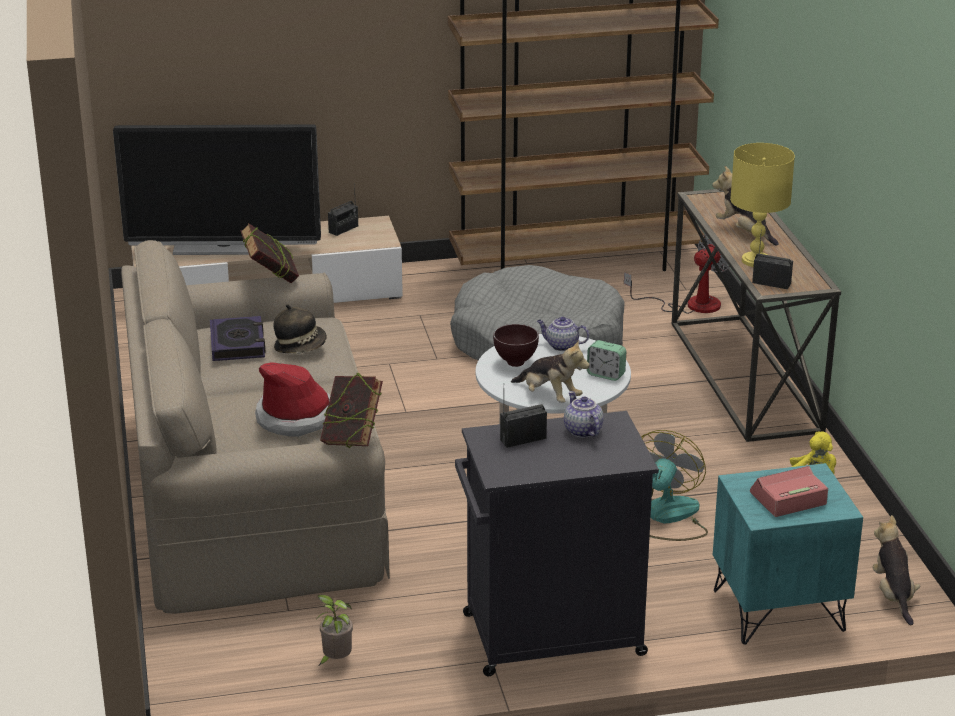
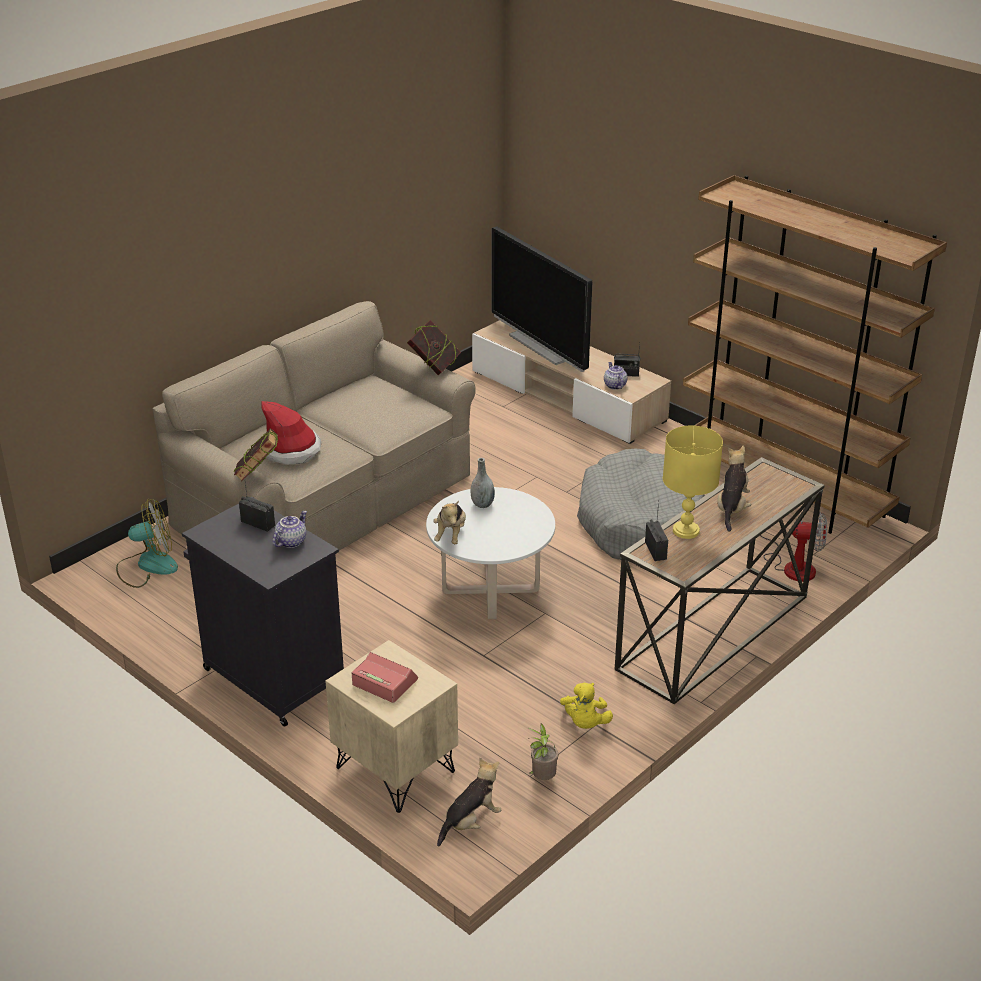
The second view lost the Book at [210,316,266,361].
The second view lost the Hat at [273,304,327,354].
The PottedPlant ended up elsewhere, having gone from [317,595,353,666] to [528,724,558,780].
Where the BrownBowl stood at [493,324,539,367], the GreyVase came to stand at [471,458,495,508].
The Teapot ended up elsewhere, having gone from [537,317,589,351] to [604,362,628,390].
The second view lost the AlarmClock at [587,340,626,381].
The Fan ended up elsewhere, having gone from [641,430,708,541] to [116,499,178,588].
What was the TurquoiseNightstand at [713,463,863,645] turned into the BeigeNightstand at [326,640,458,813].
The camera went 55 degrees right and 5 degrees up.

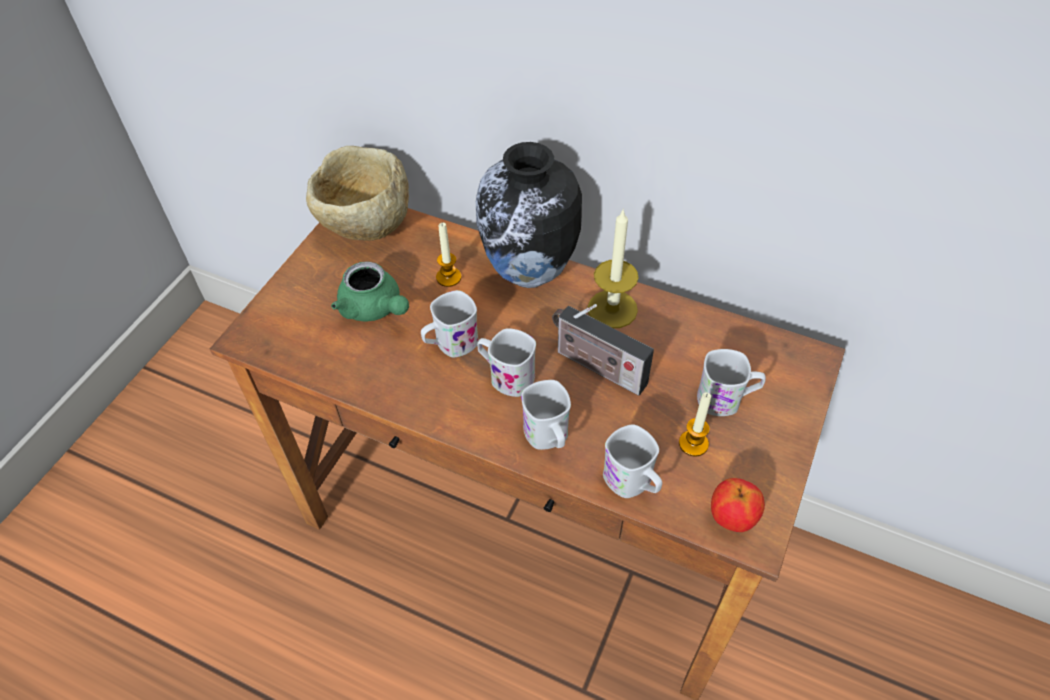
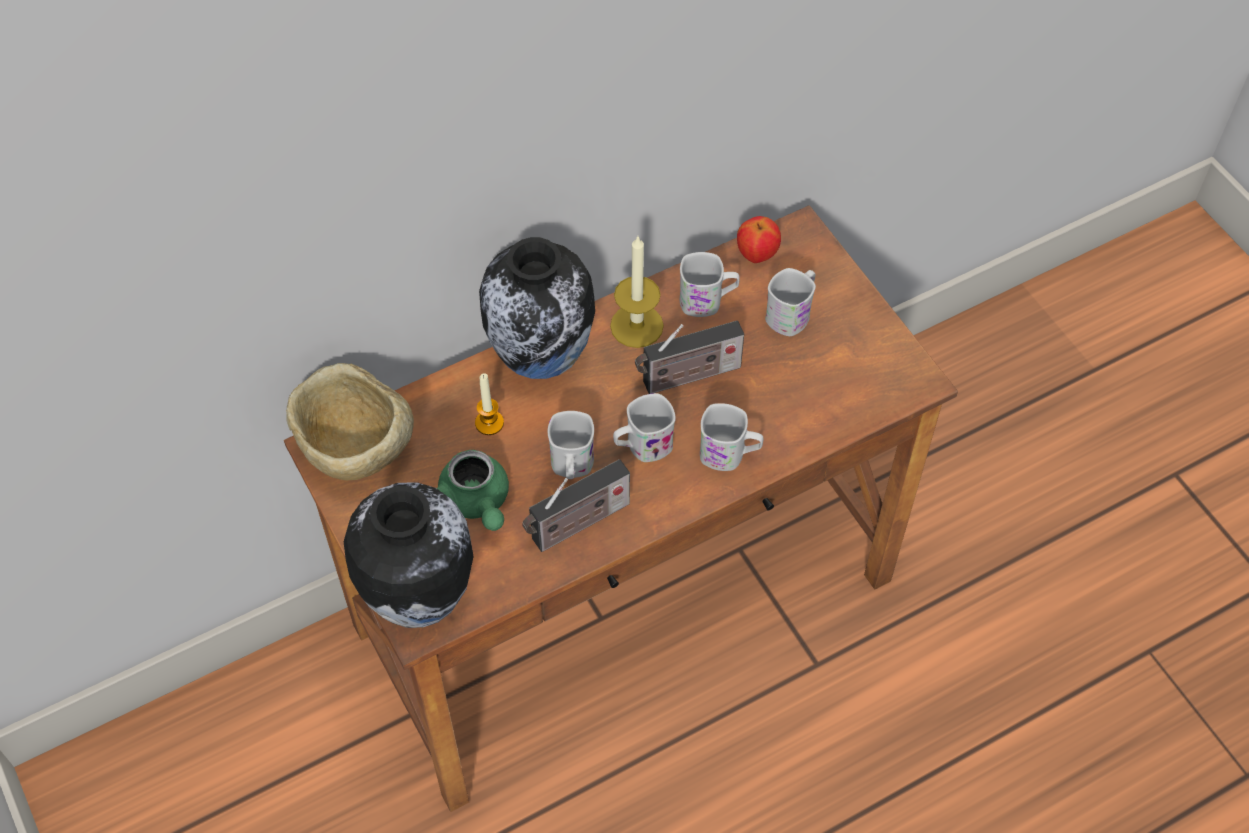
The GreenTeapot at [331,261,409,322] ended up facing another way, 75 degrees clockwise from before.
The WhiteMug ended up elsewhere, having gone from [603,424,662,498] to [680,252,740,317].
The second view lost the Candle at [679,393,711,456].
The Apple ended up elsewhere, having gone from [711,478,765,532] to [737,216,781,263].
The second view gained the Vase at [344,482,474,628].
The second view gained the Radio at [522,459,630,552].
The camera went 55 degrees left and 5 degrees up.

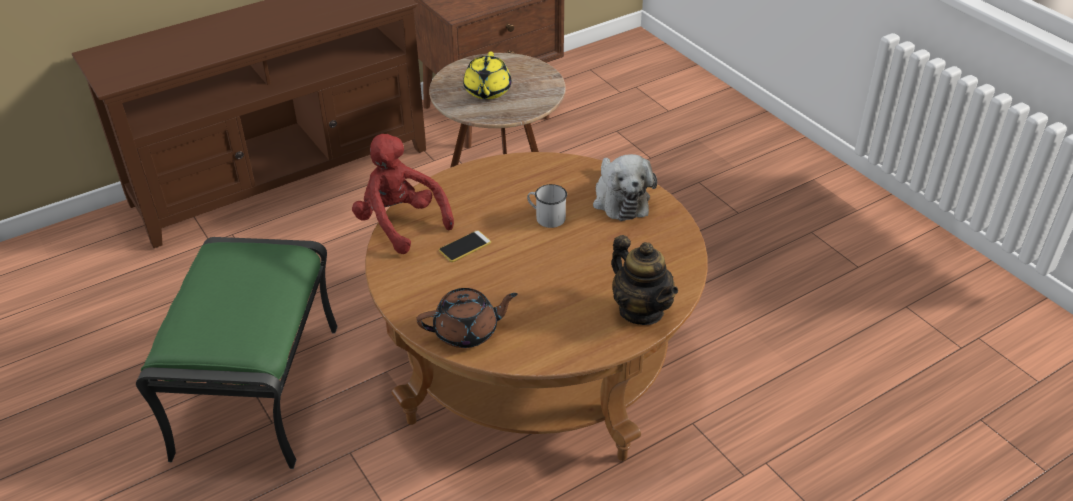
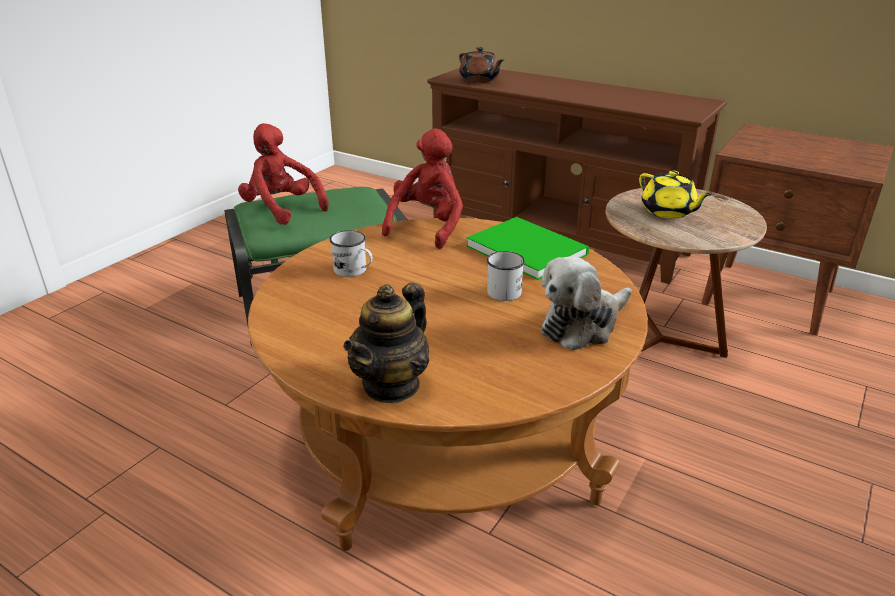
The BrownTeapot ended up elsewhere, having gone from [416,288,518,348] to [459,47,504,83].
The second view lost the Phone at [439,230,491,262].
The YellowTeapot at [463,52,511,99] ended up facing another way, 105 degrees counterclockwise from before.
The second view gained the RedPlushToy at [238,123,329,225].
The second view gained the WhiteMug at [329,230,373,277].
The second view gained the GreenBook at [466,217,589,280].
The camera went 65 degrees right and 10 degrees down.

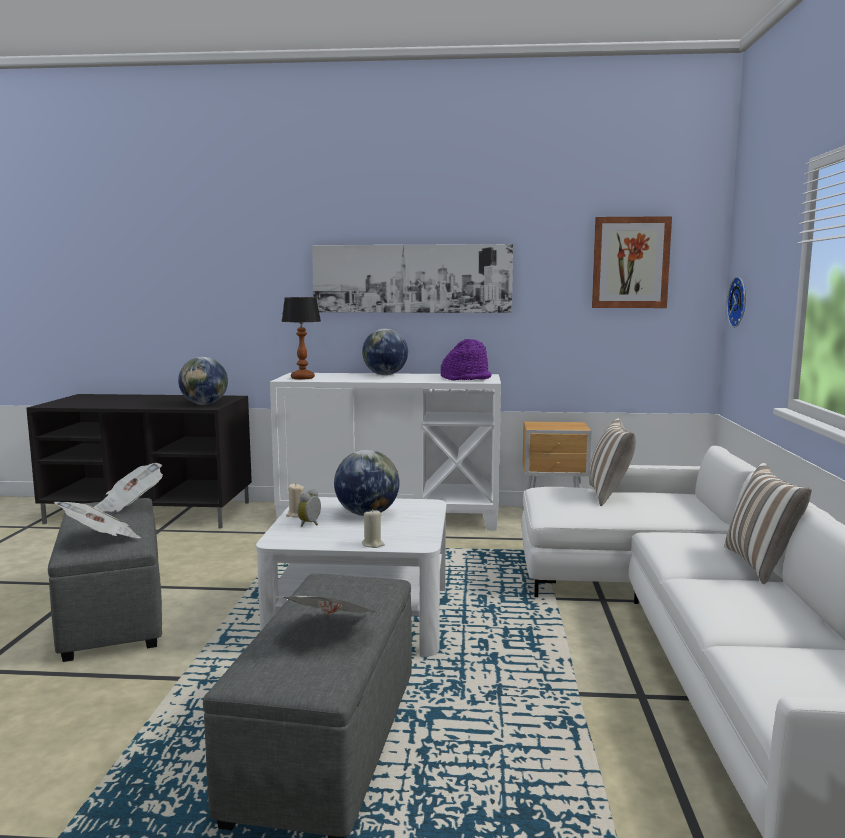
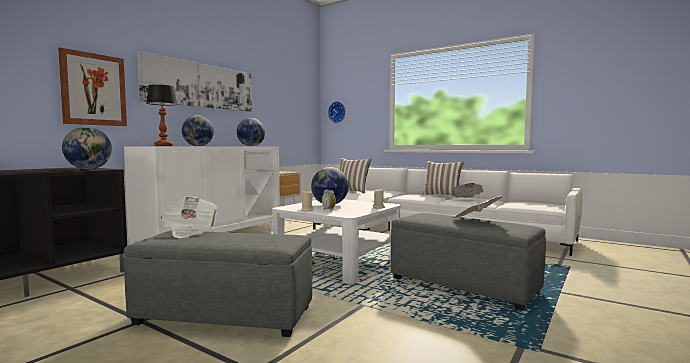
The Newspaper ended up elsewhere, having gone from [54,502,141,538] to [452,183,483,198].
Where the PurpleHat stood at [441,339,492,381], the Globe came to stand at [237,118,265,146].
The Picture ended up elsewhere, having gone from [592,216,672,308] to [58,48,127,126].
The camera went 60 degrees left and 5 degrees down.

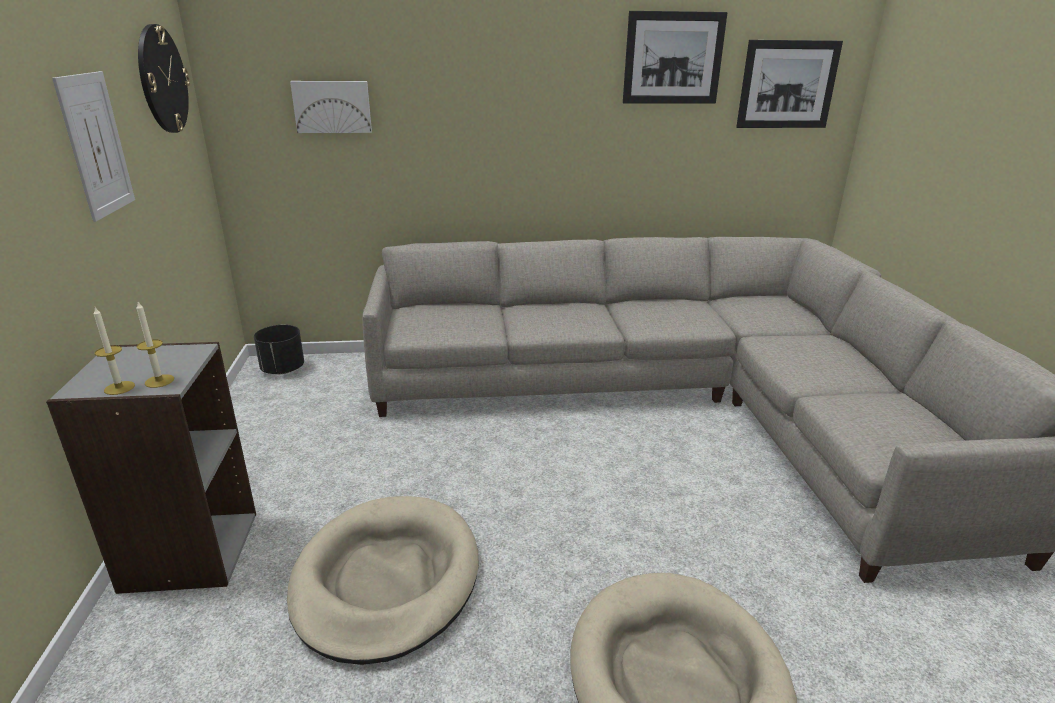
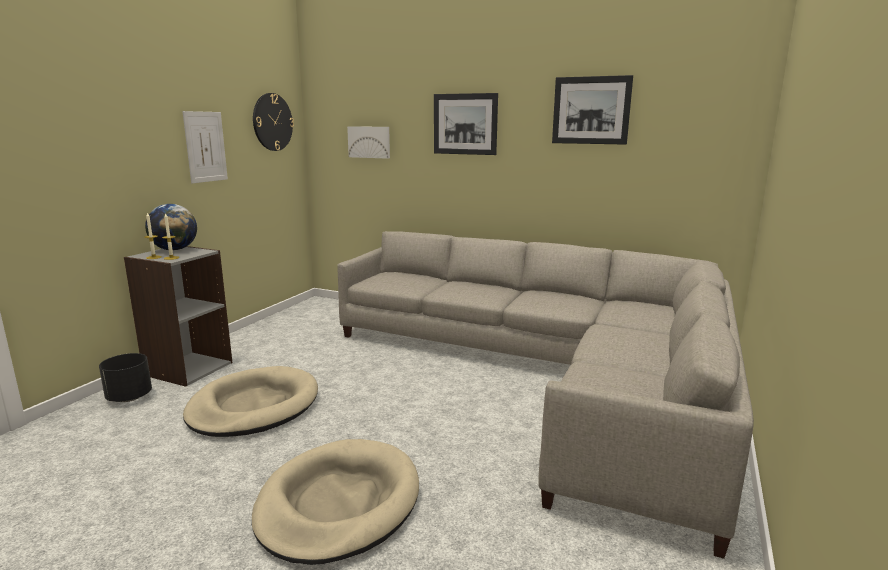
The BlackPlanter ended up elsewhere, having gone from [254,325,304,374] to [99,353,152,402].
The Picture ended up elsewhere, having gone from [736,40,843,128] to [434,93,498,155].
The second view gained the Globe at [145,204,197,250].
The camera went 30 degrees right and 10 degrees down.

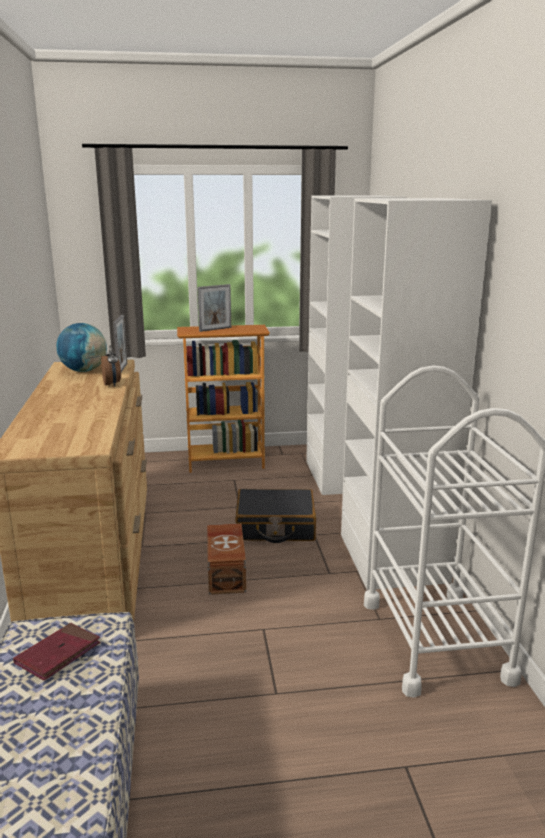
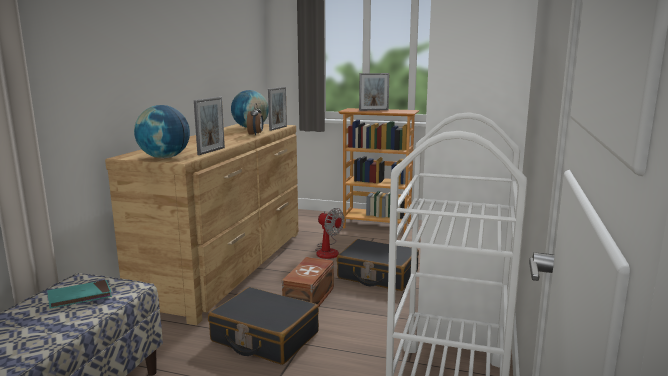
What was the RedBook at [13,623,101,681] turned into the TurquoiseBook at [47,280,112,309].
The second view gained the Globe at [134,105,190,158].
The second view gained the PictureFrame at [194,97,225,155].
The second view gained the BlackSuitcase at [208,287,319,365].
The second view gained the Fan at [315,208,345,259].
The camera went 25 degrees right and 5 degrees down.

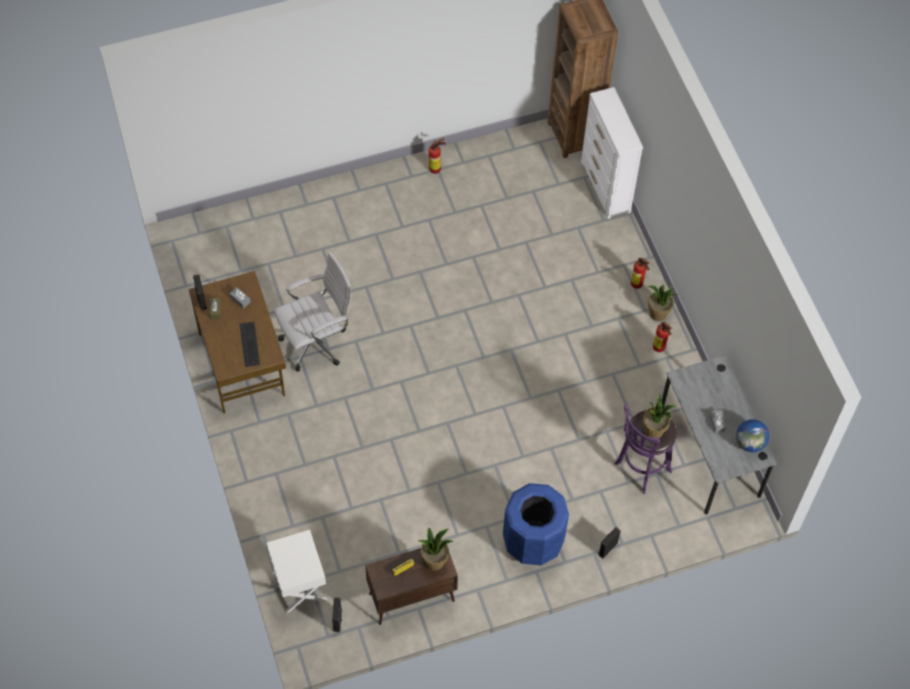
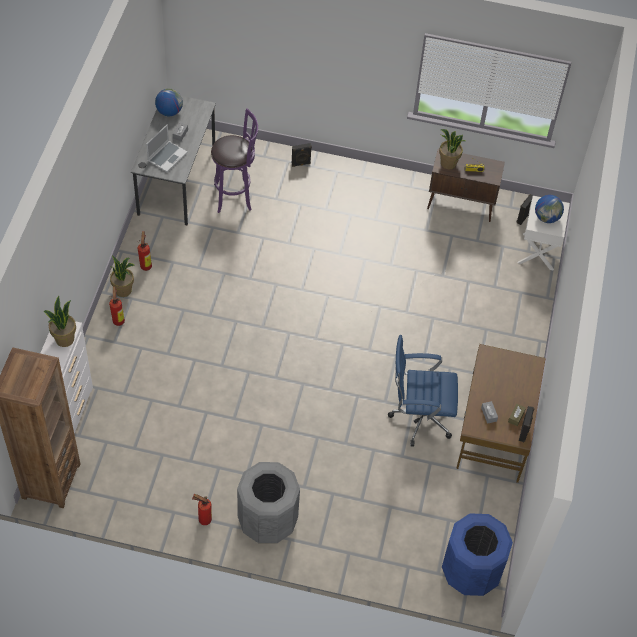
The second view lost the Keyboard at [239,322,260,367].
What was the WhiteOfficeChair at [274,252,352,371] turned into the BlueOfficeChair at [388,335,458,447].
The BlueTrashCan ended up elsewhere, having gone from [503,483,569,565] to [442,513,513,596].
The PottedPlant ended up elsewhere, having gone from [642,393,676,439] to [44,296,76,347].
The second view gained the Laptop at [146,124,187,172].
The second view gained the GreyTrashCan at [237,462,300,543].
The second view gained the Globe at [535,195,564,223].
The camera went 150 degrees left and 5 degrees down.

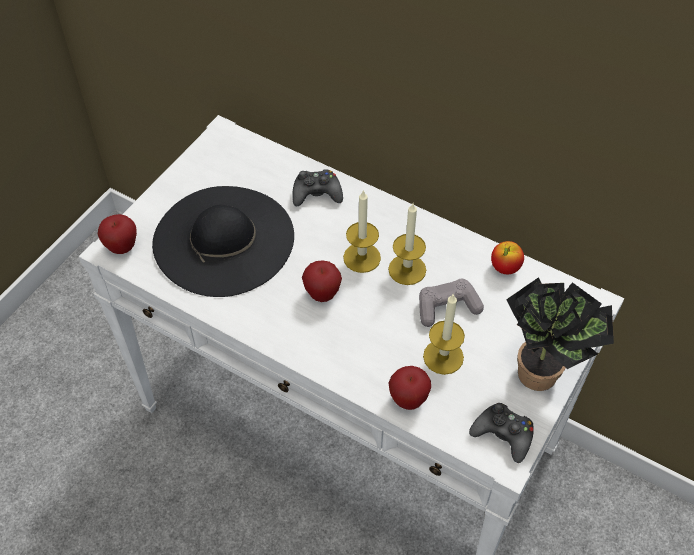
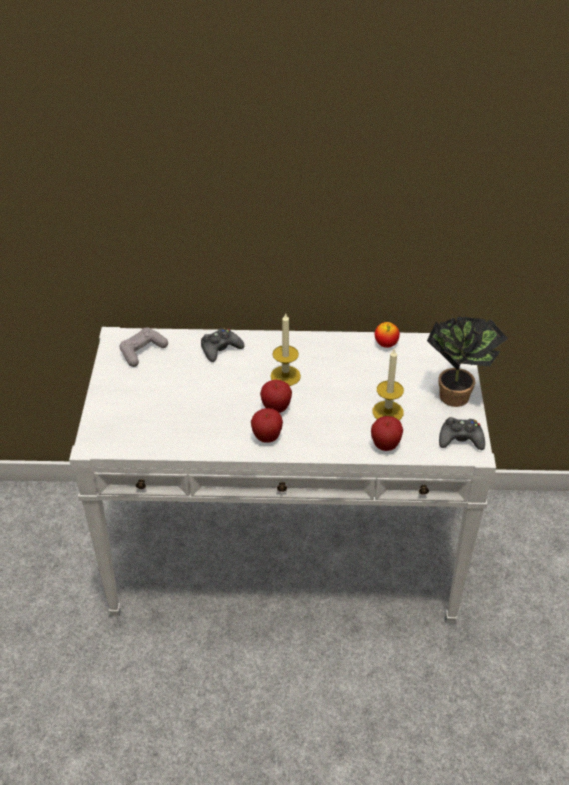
The Apple ended up elsewhere, having gone from [98,214,137,254] to [251,408,283,443].
The second view lost the BlackHat at [152,186,294,297].
The second view lost the Candle at [388,203,426,285].
The GreyGameController ended up elsewhere, having gone from [419,279,484,327] to [119,328,168,367].
The camera went 30 degrees left and 10 degrees down.

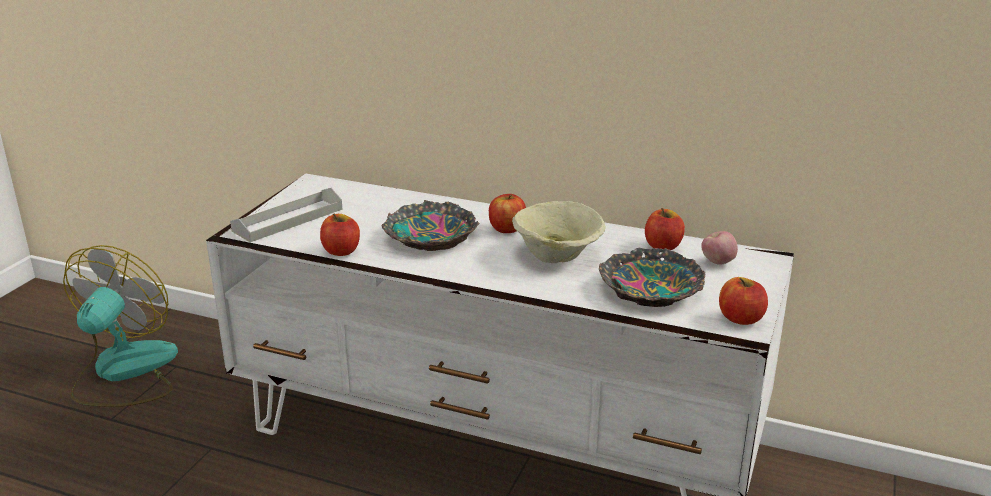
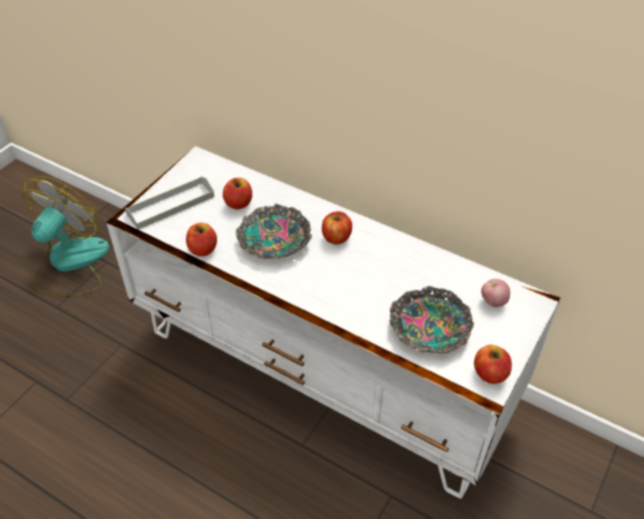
The second view lost the BeigeBowl at [512,201,606,263].
The Apple ended up elsewhere, having gone from [645,208,685,250] to [223,178,252,209].
The camera went 10 degrees right and 20 degrees up.

